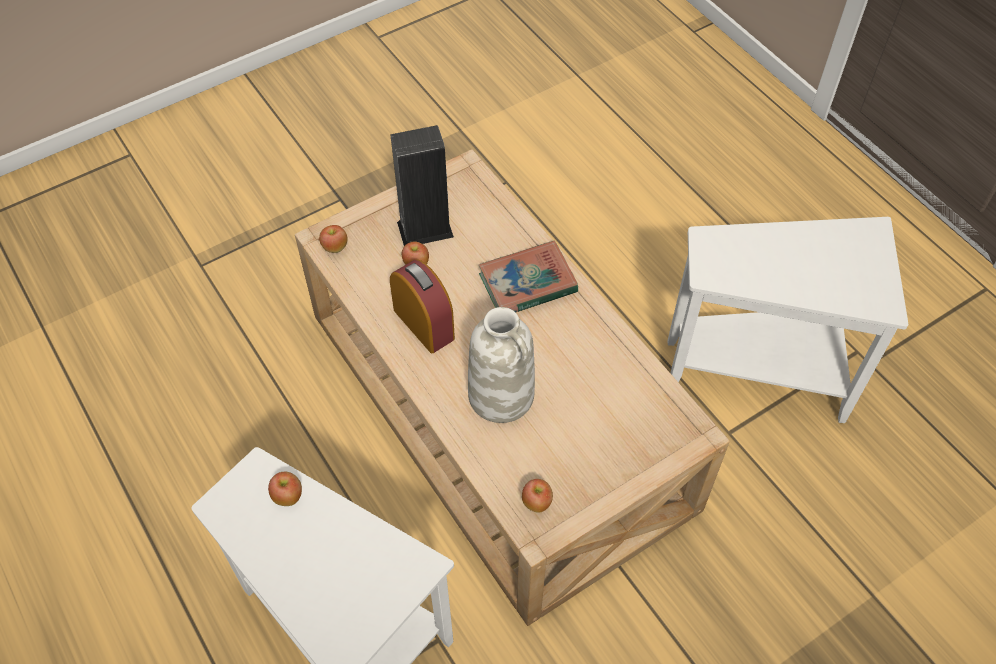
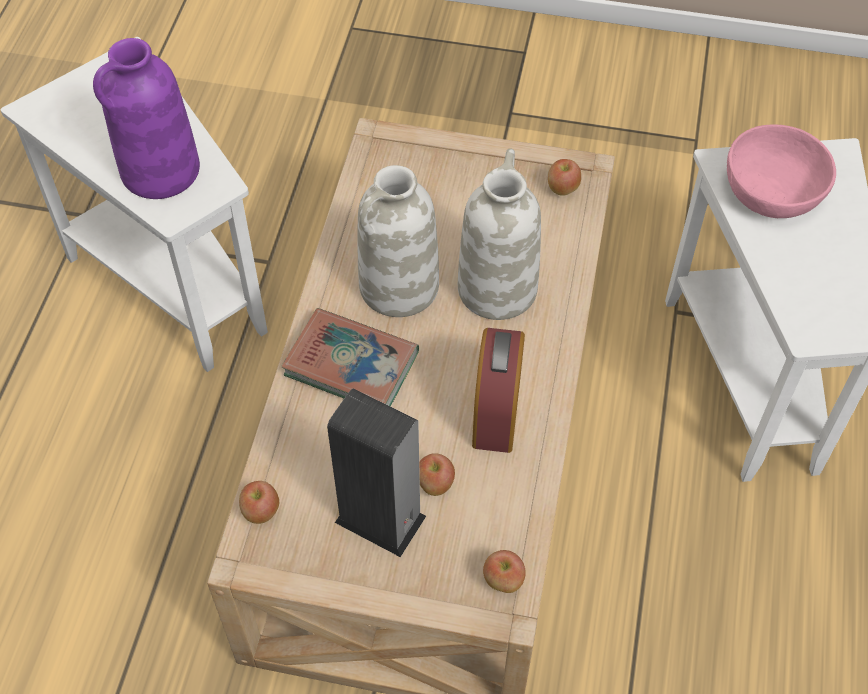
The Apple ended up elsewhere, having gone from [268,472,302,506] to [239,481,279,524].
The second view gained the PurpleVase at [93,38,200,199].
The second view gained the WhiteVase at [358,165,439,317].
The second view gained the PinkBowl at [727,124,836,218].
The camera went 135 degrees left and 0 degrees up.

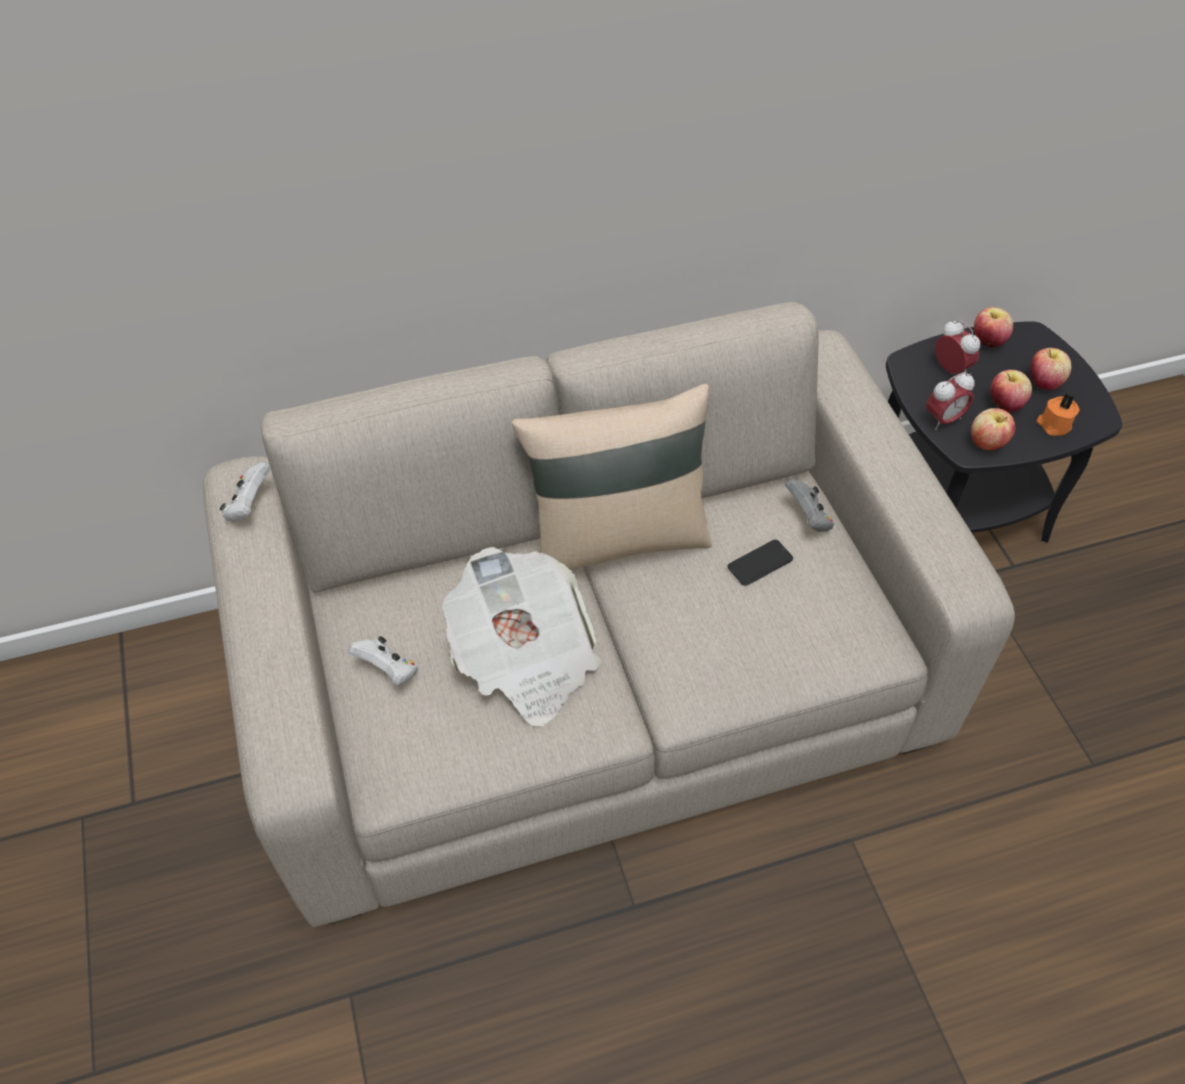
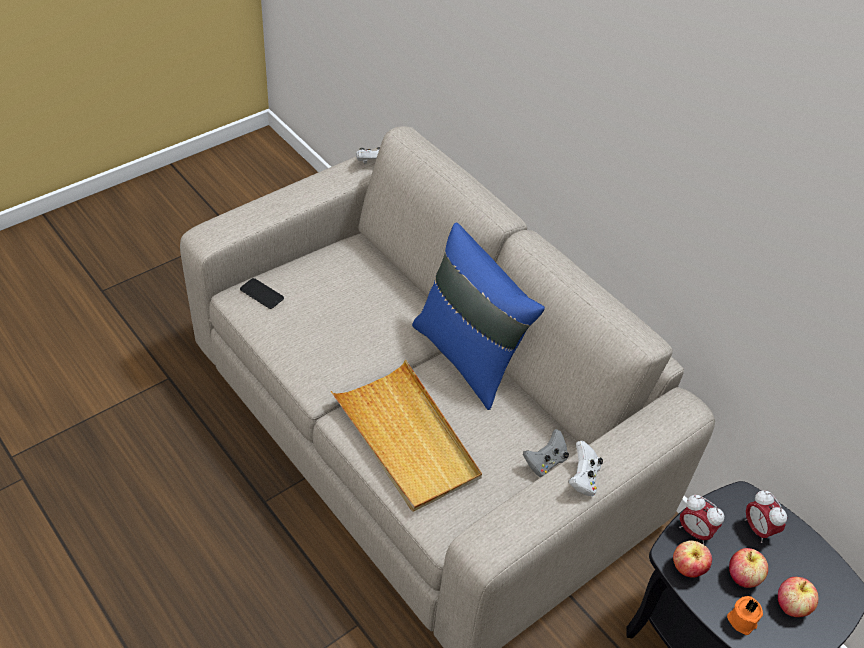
The WhiteGameController ended up elsewhere, having gone from [349,636,418,685] to [569,441,603,497].
The second view lost the Newspaper at [442,547,601,726].
What was the BeigePillow at [511,384,712,570] turned into the BluePillow at [412,223,545,410].
The Phone ended up elsewhere, having gone from [727,540,793,586] to [240,278,284,309].
The AlarmClock at [935,319,980,374] ended up facing another way, 120 degrees clockwise from before.
The second view lost the Apple at [974,307,1013,348].
The second view gained the BeigeTray at [331,360,482,512].
The camera went 65 degrees right and 5 degrees down.

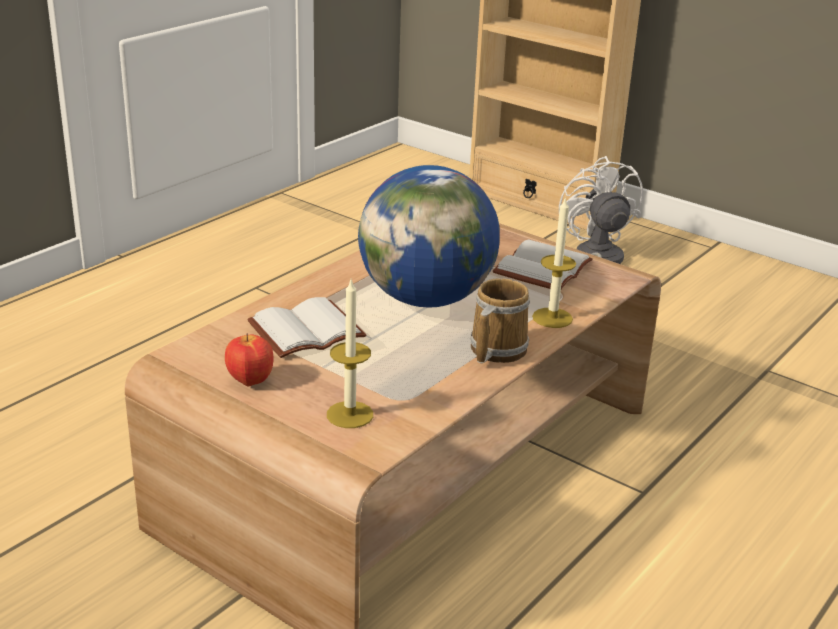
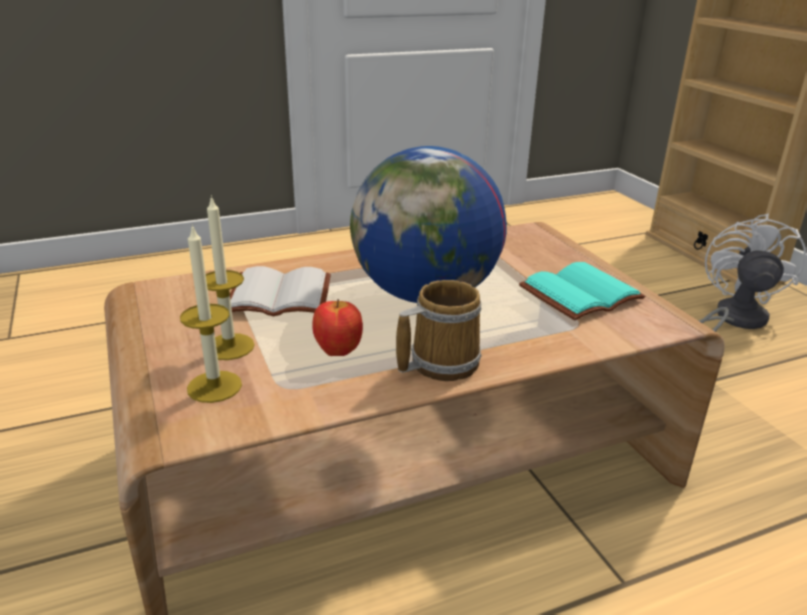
The Apple ended up elsewhere, having gone from [225,334,273,386] to [312,299,363,356].
What was the WhiteBook at [493,239,593,289] turned into the TurquoiseBook at [519,262,645,320].
The Candle ended up elsewhere, having gone from [532,196,576,328] to [206,195,255,360].
The camera went 30 degrees right and 0 degrees up.

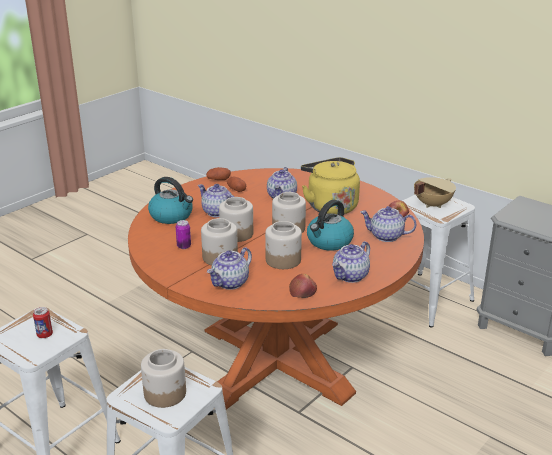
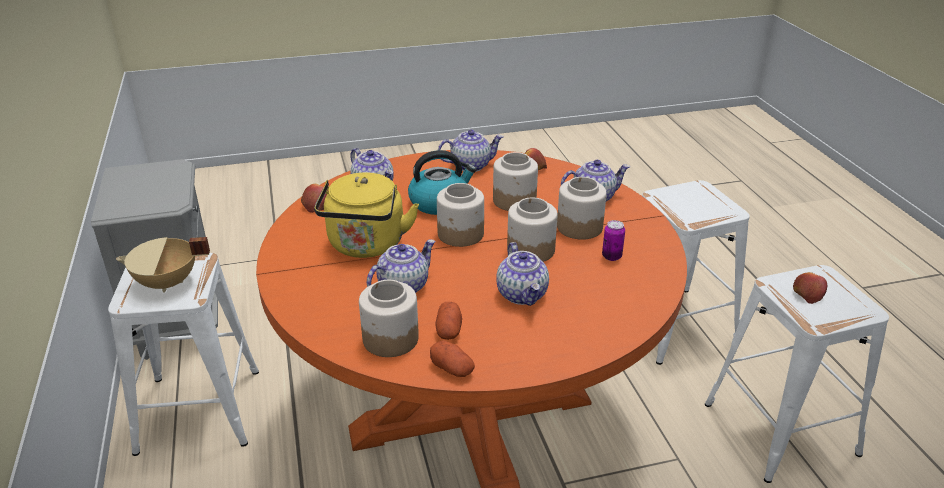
Where the Can stood at [33,307,53,338], the Apple came to stand at [793,272,827,304].
The Jar ended up elsewhere, having gone from [141,349,186,408] to [359,280,419,357].
The second view lost the Kettle at [148,177,193,224].
The camera went 145 degrees left and 5 degrees up.

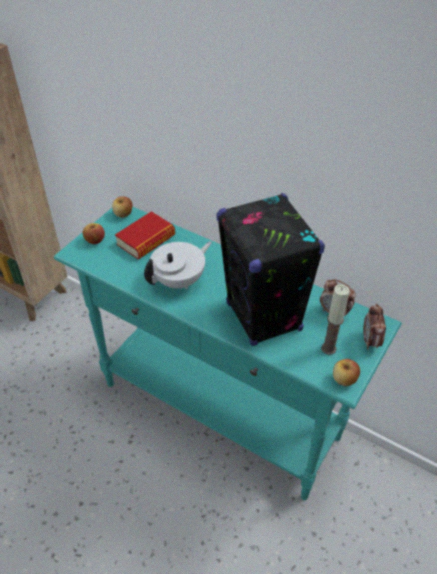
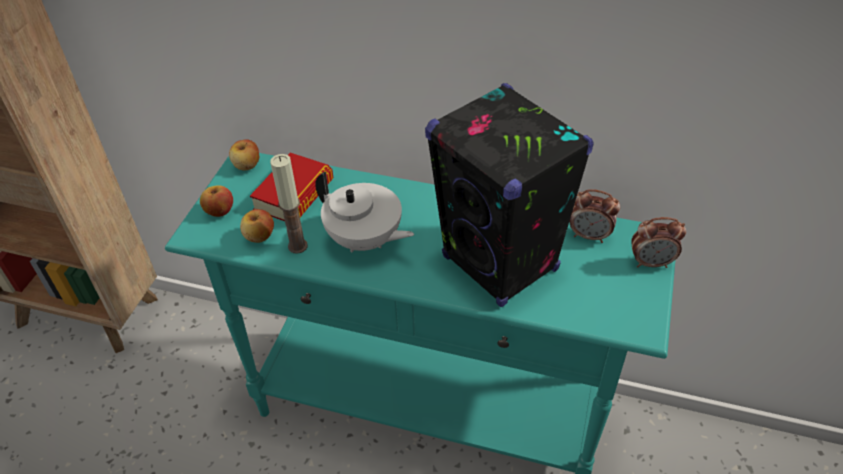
The WhiteTeapot at [144,241,212,289] ended up facing another way, 90 degrees clockwise from before.
The Candle ended up elsewhere, having gone from [321,284,350,355] to [270,154,308,254].
The Apple ended up elsewhere, having gone from [333,359,360,386] to [240,209,274,243].
The AlarmClock at [364,304,386,349] ended up facing another way, 75 degrees counterclockwise from before.
The camera went 15 degrees left and 0 degrees up.

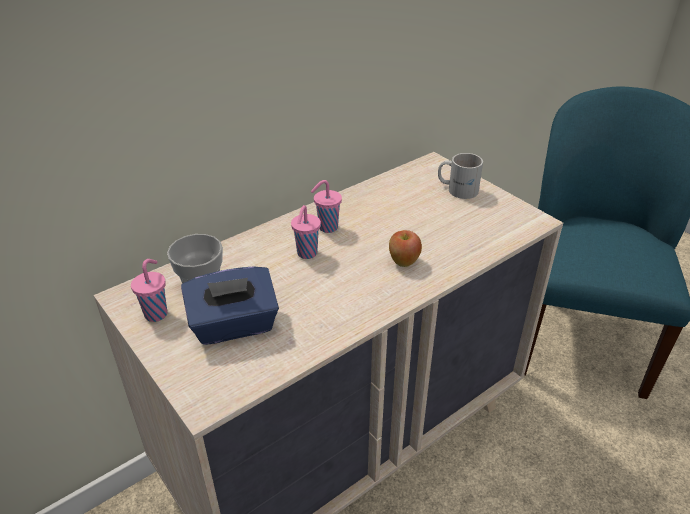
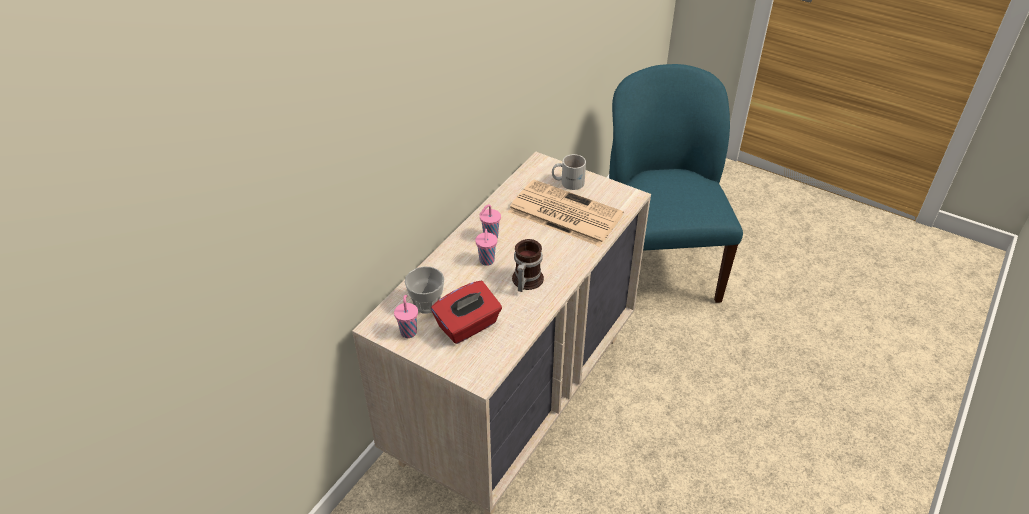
What was the BlueTissueBox at [181,266,279,345] turned into the RedTissueBox at [431,281,502,344].
The second view lost the Apple at [389,230,422,267].
The second view gained the Newspaper at [508,180,624,247].
The second view gained the Mug at [512,239,544,292].
The camera went 20 degrees left and 5 degrees up.

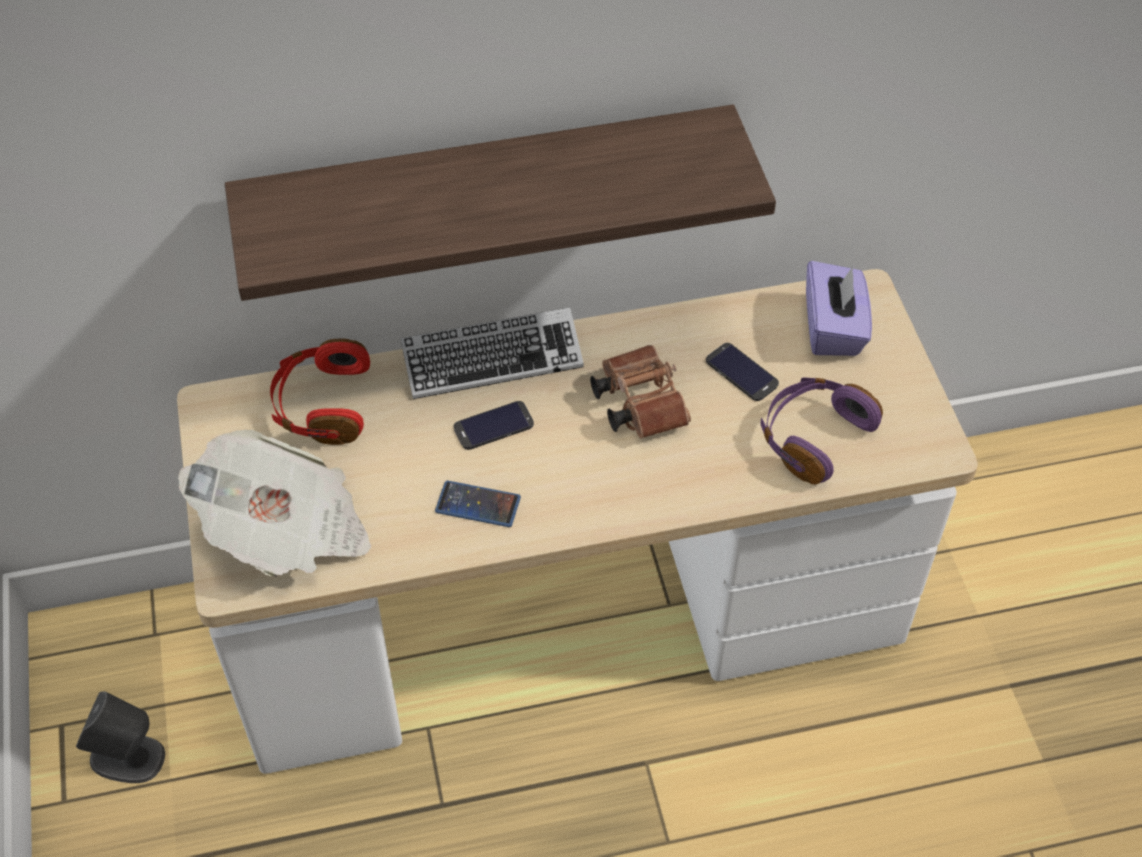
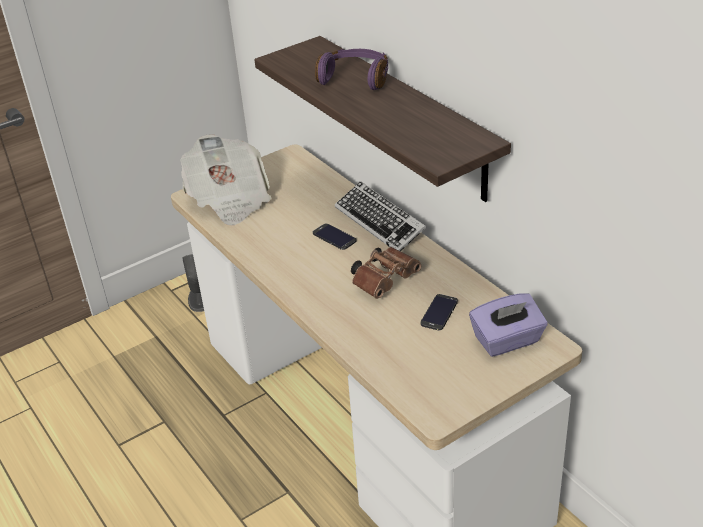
The second view lost the RedHeadphones at [270,339,370,445].
The second view lost the Phone at [435,481,521,527].
The PurpleHeadphones ended up elsewhere, having gone from [760,378,883,484] to [315,49,388,90].
The camera went 70 degrees right and 15 degrees down.

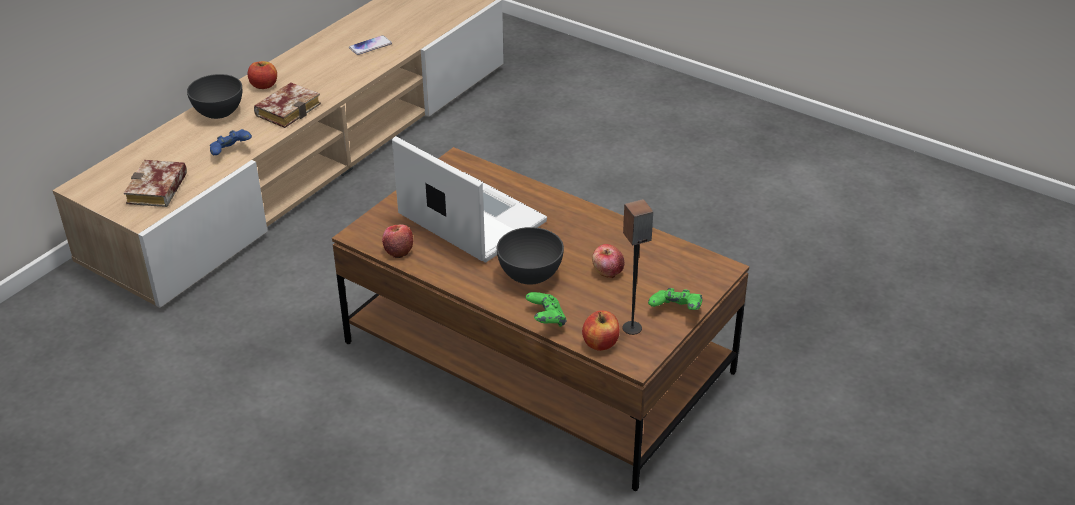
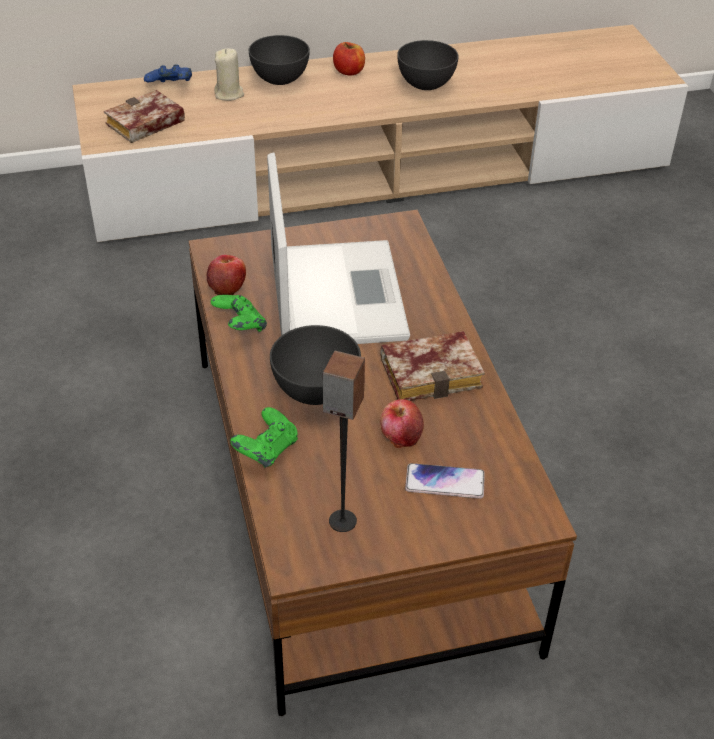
The BlueGameController ended up elsewhere, having gone from [210,129,252,155] to [144,64,192,82].
The Book ended up elsewhere, having gone from [254,82,321,128] to [380,331,485,401].
The Phone ended up elsewhere, having gone from [349,35,392,55] to [405,463,485,499].
The second view lost the Apple at [582,311,620,351].
The GreenGameController ended up elsewhere, having gone from [648,288,702,310] to [211,295,267,332].
The second view gained the BeigeCandle at [214,48,244,101].
The second view gained the GreyBowl at [397,40,459,90].
The camera went 40 degrees right and 5 degrees up.

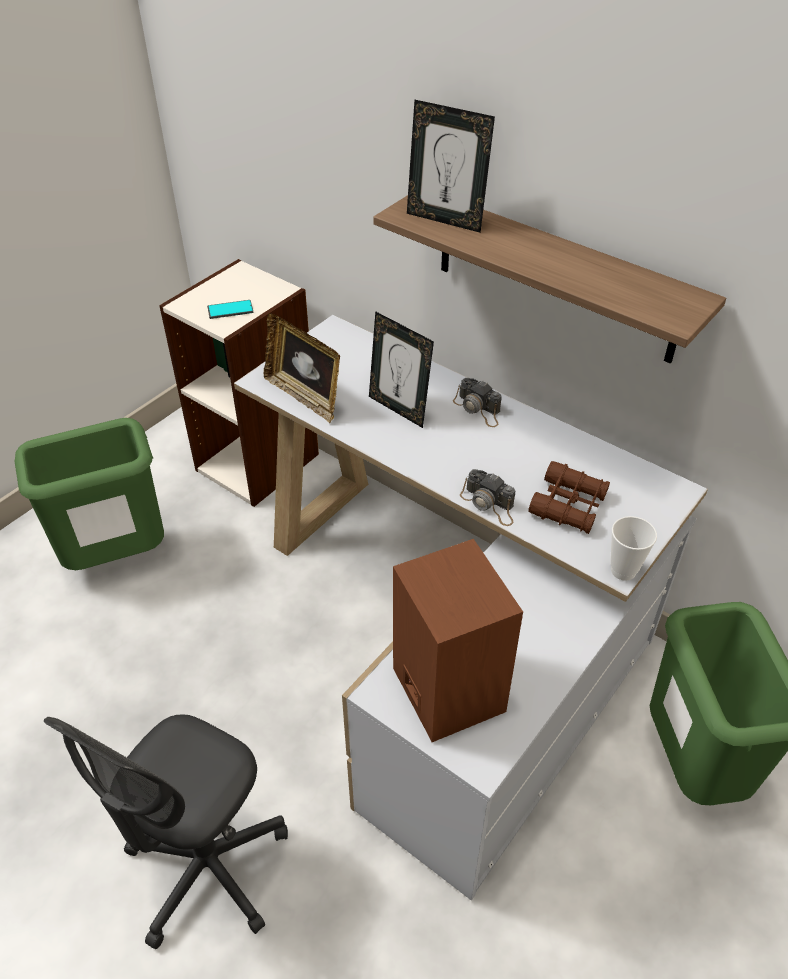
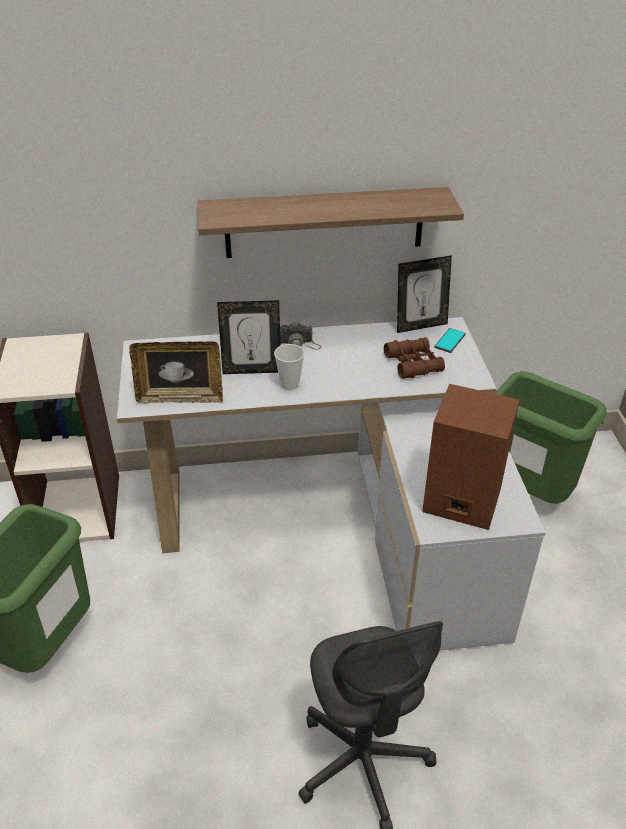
The Phone ended up elsewhere, having gone from [207,300,253,319] to [434,328,466,353].
The PictureFrame ended up elsewhere, having gone from [407,100,495,233] to [397,255,452,333].
The second view lost the PhotoCamera at [460,469,515,526].
The Cup ended up elsewhere, having gone from [610,516,657,581] to [274,344,305,390].
The camera went 45 degrees left and 5 degrees down.

